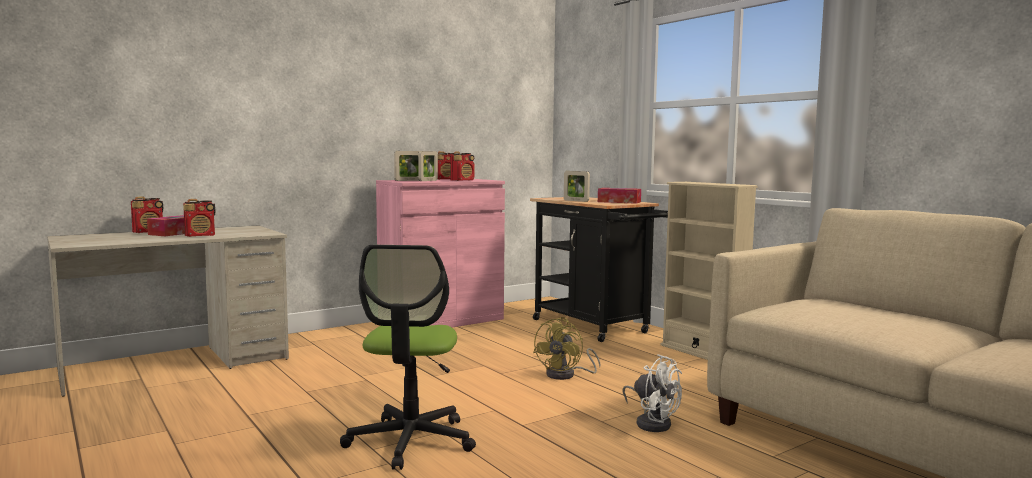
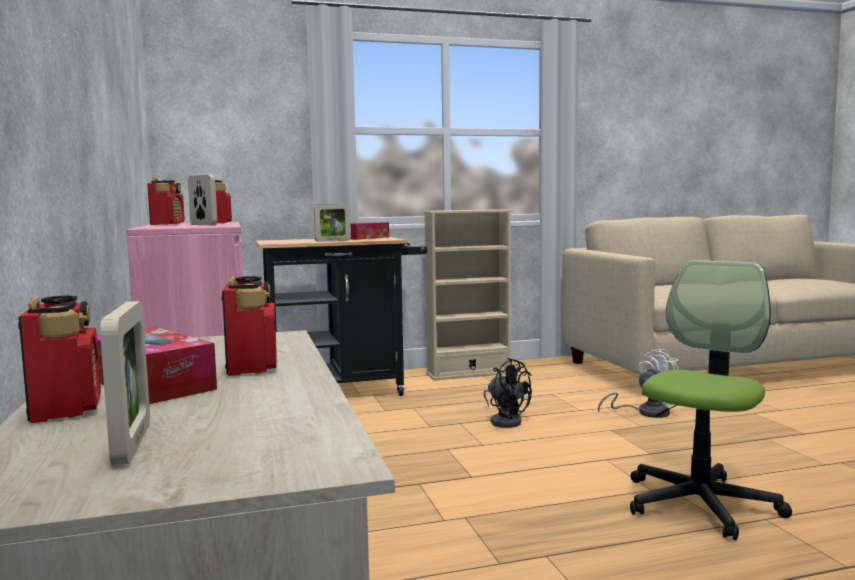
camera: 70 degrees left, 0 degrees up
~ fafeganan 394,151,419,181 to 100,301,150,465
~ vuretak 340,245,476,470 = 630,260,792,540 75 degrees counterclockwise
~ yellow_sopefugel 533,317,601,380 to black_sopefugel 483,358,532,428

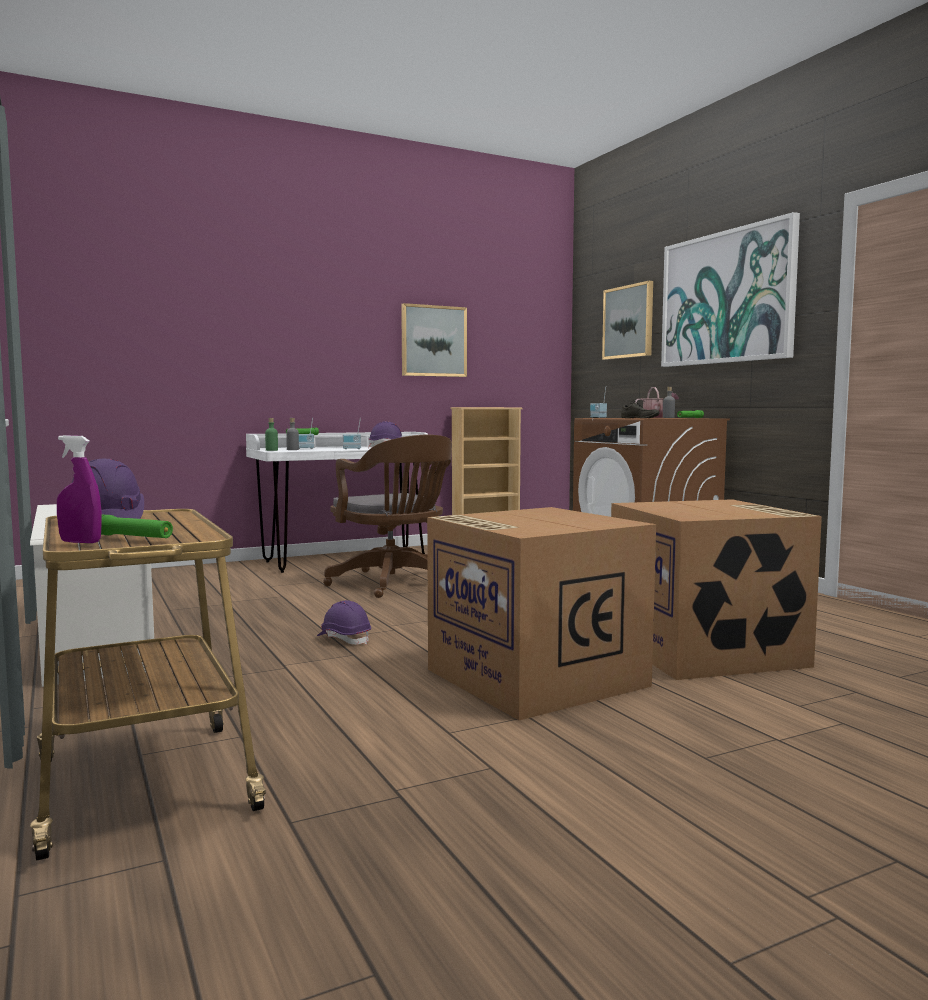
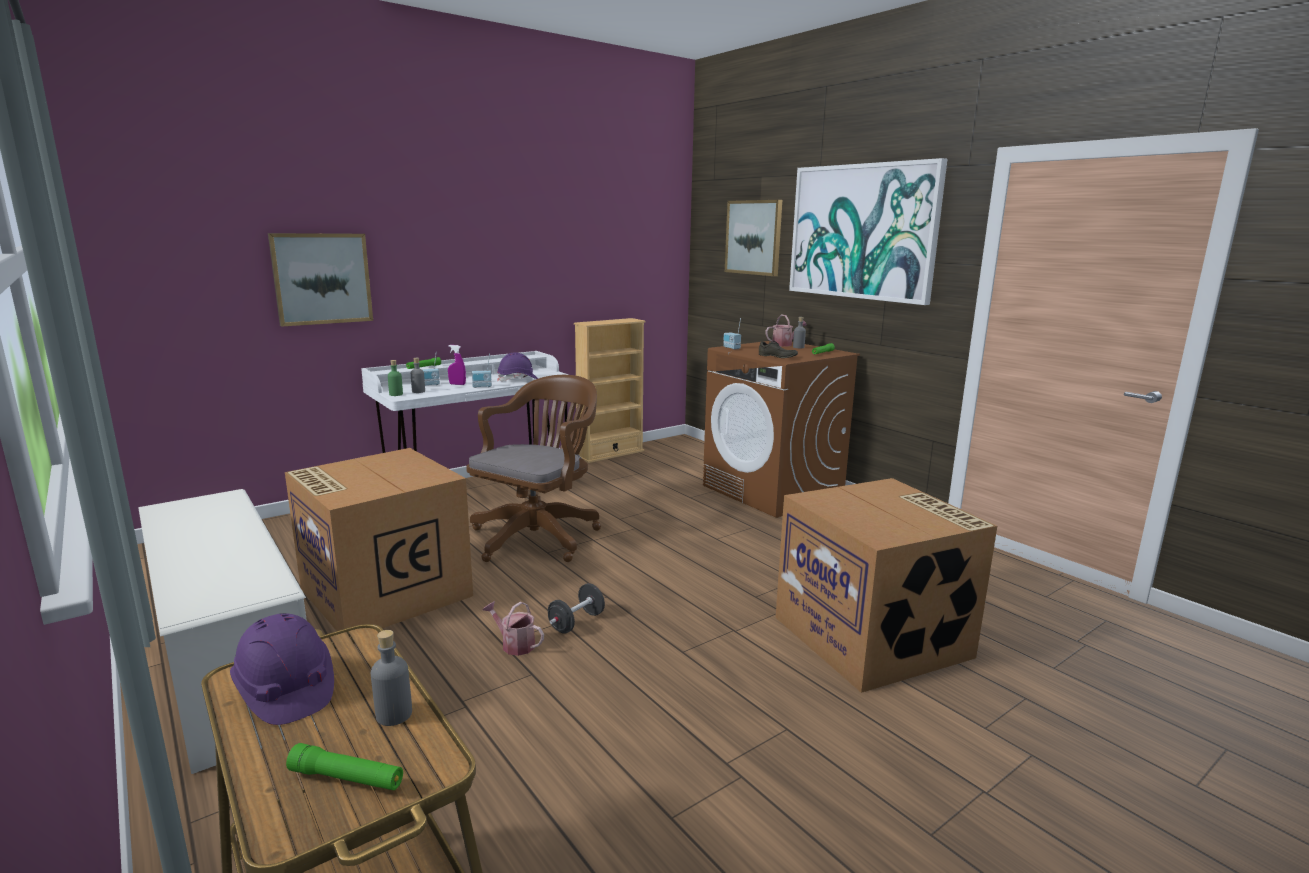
camera: 10 degrees left, 10 degrees up
~ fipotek 401,303,467,377 to 268,233,373,327
~ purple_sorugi 57,435,102,543 to 448,345,466,385
~ brown_vuretak 323,435,452,598 = 466,375,601,562 105 degrees counterclockwise
~ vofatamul 427,507,656,720 to 285,448,473,631
~ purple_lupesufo 317,600,371,645 to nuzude 483,601,544,656
+ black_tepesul 548,583,605,634
+ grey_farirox 371,630,412,726

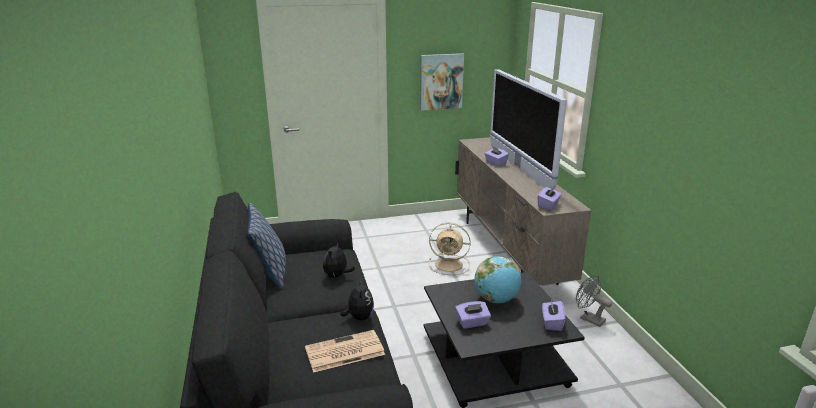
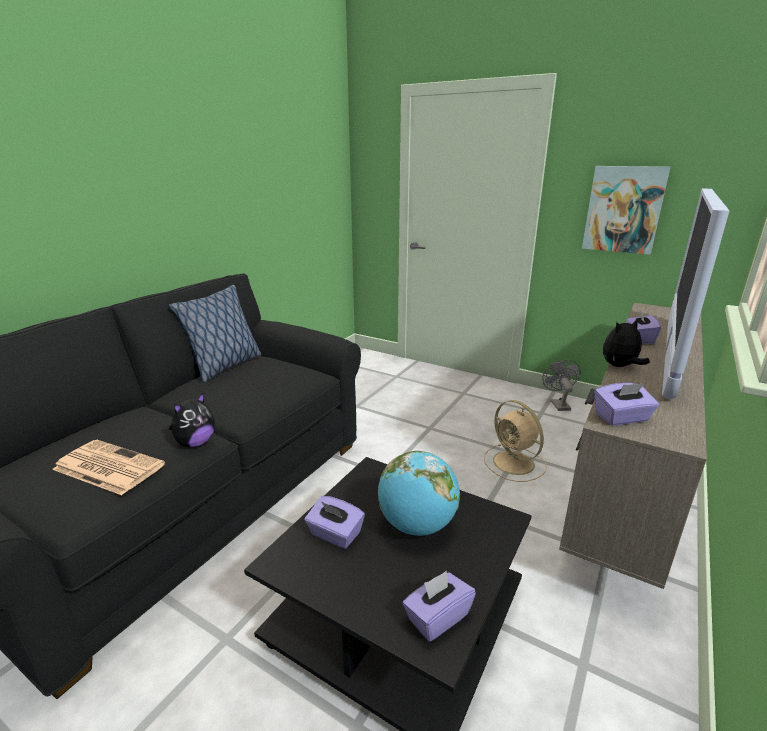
camera: 45 degrees right, 0 degrees up
~ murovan 323,242,355,278 to 603,319,650,367
~ grey_sopefugel 576,276,612,327 to 542,360,581,411

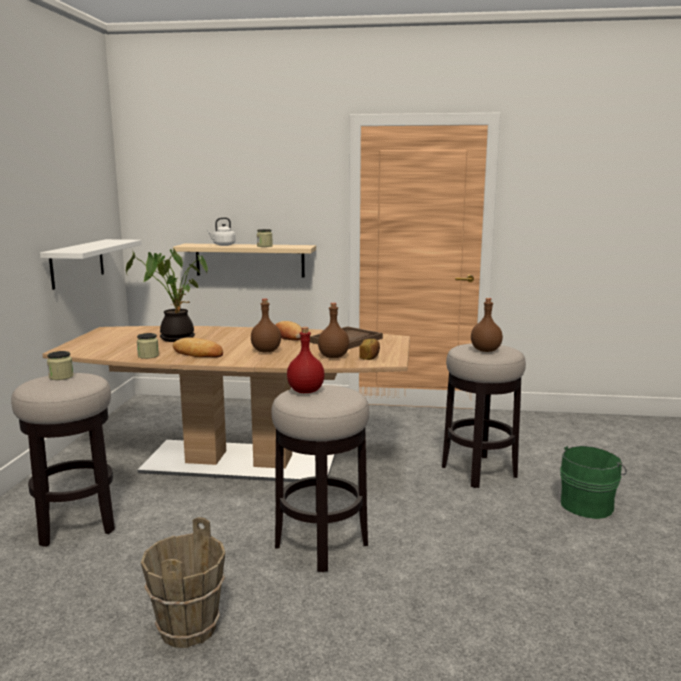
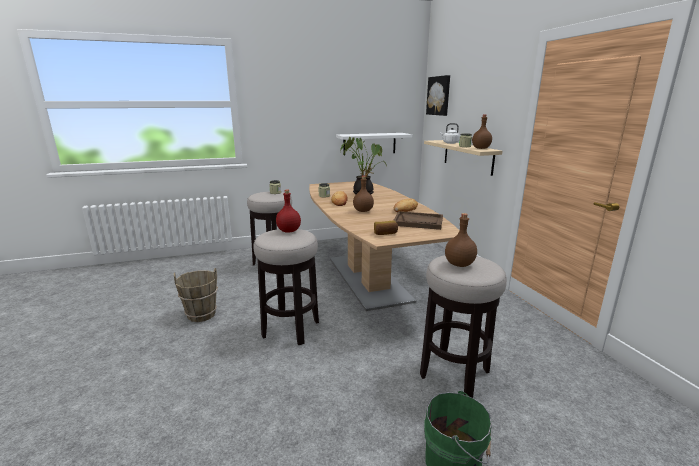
camera: 65 degrees right, 5 degrees up
~ brown_farirox 318,303,349,358 to 472,114,492,149
+ fipotek 426,75,450,116

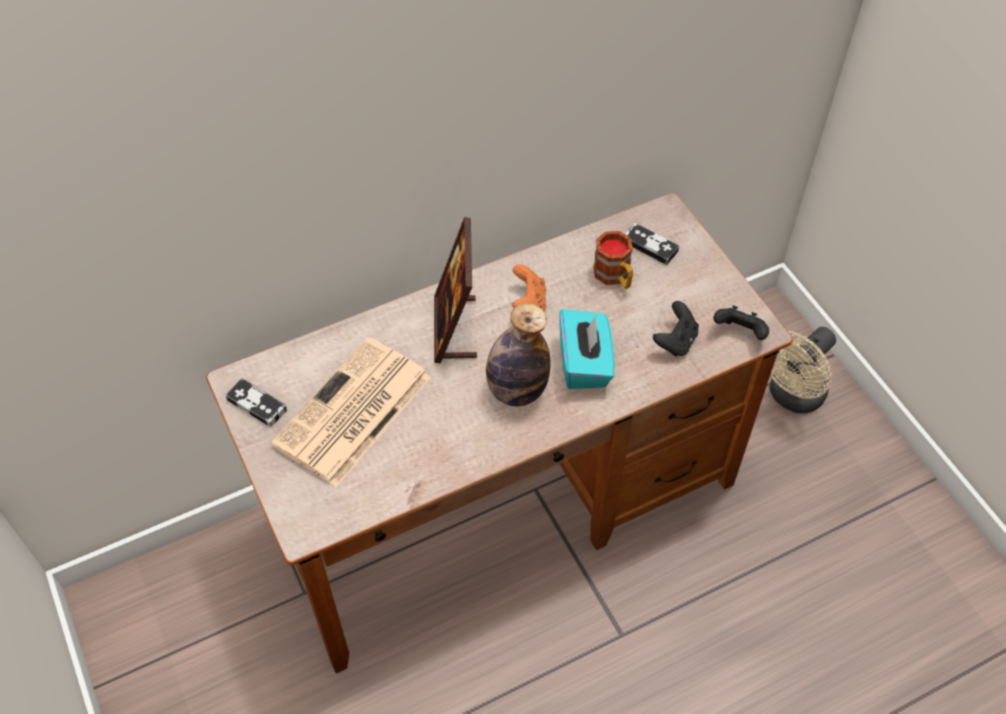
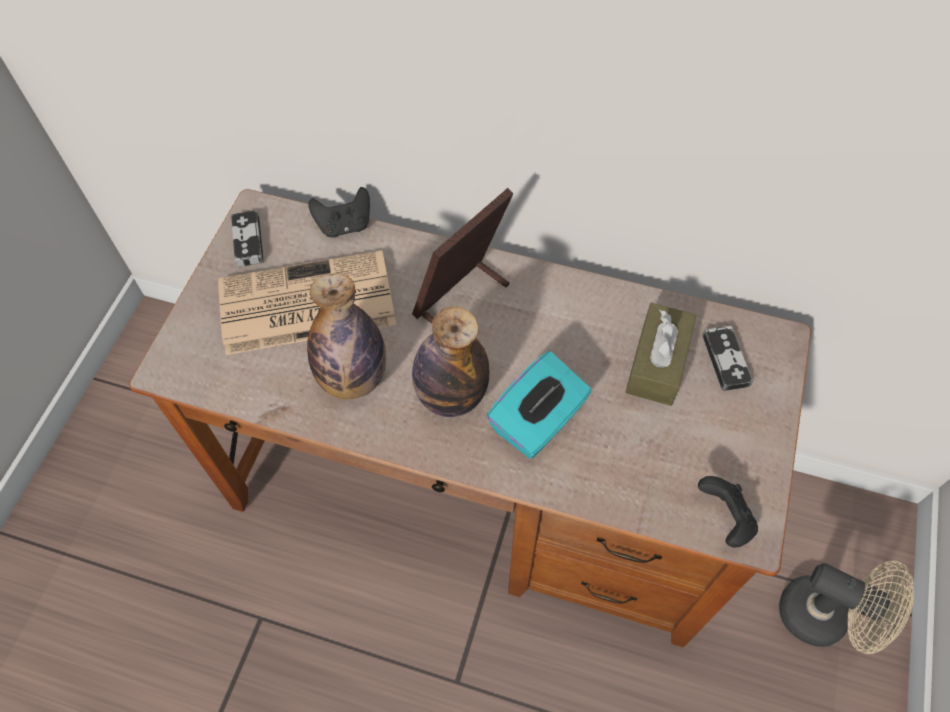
camera: 45 degrees right, 5 degrees up
~ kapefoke 594,231,633,289 to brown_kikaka 625,303,697,406
- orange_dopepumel 512,264,546,311
~ black_dopepumel 653,301,699,357 to 308,187,370,238
~ beige_sopefugel 770,327,836,414 = 779,560,914,654 150 degrees counterclockwise
+ farirox 307,273,386,399

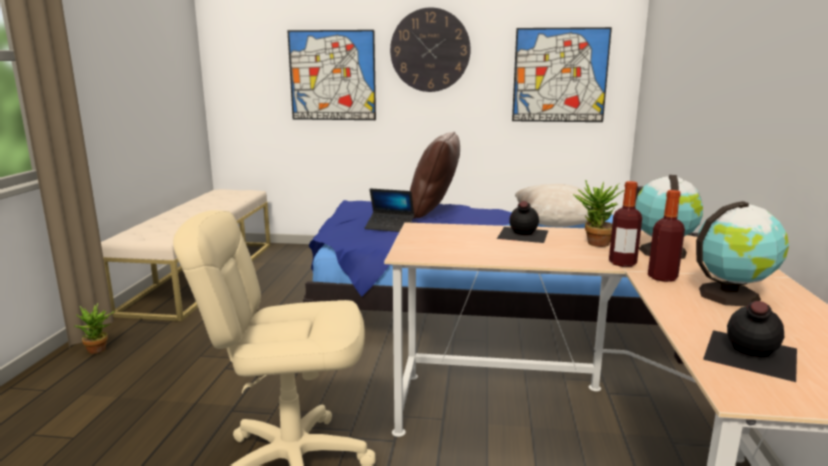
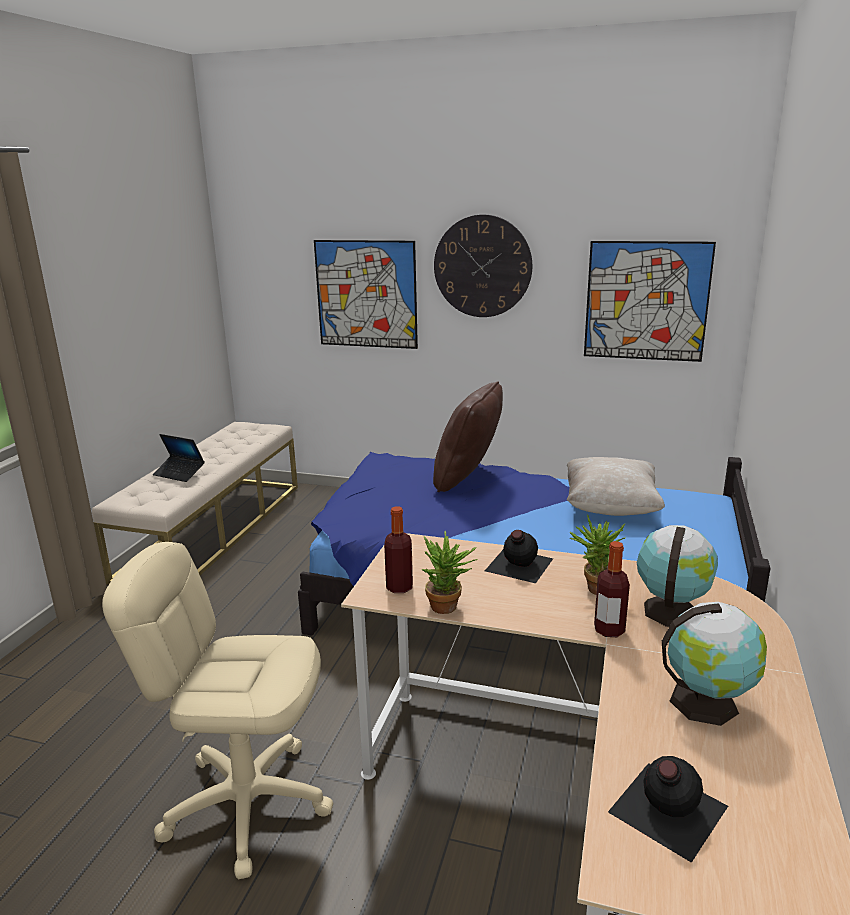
camera: 10 degrees right, 5 degrees up
~ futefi 365,188,414,232 to 153,434,205,482
~ farirox 648,190,685,282 to 384,506,413,593
~ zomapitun 74,303,115,354 to 421,531,477,614

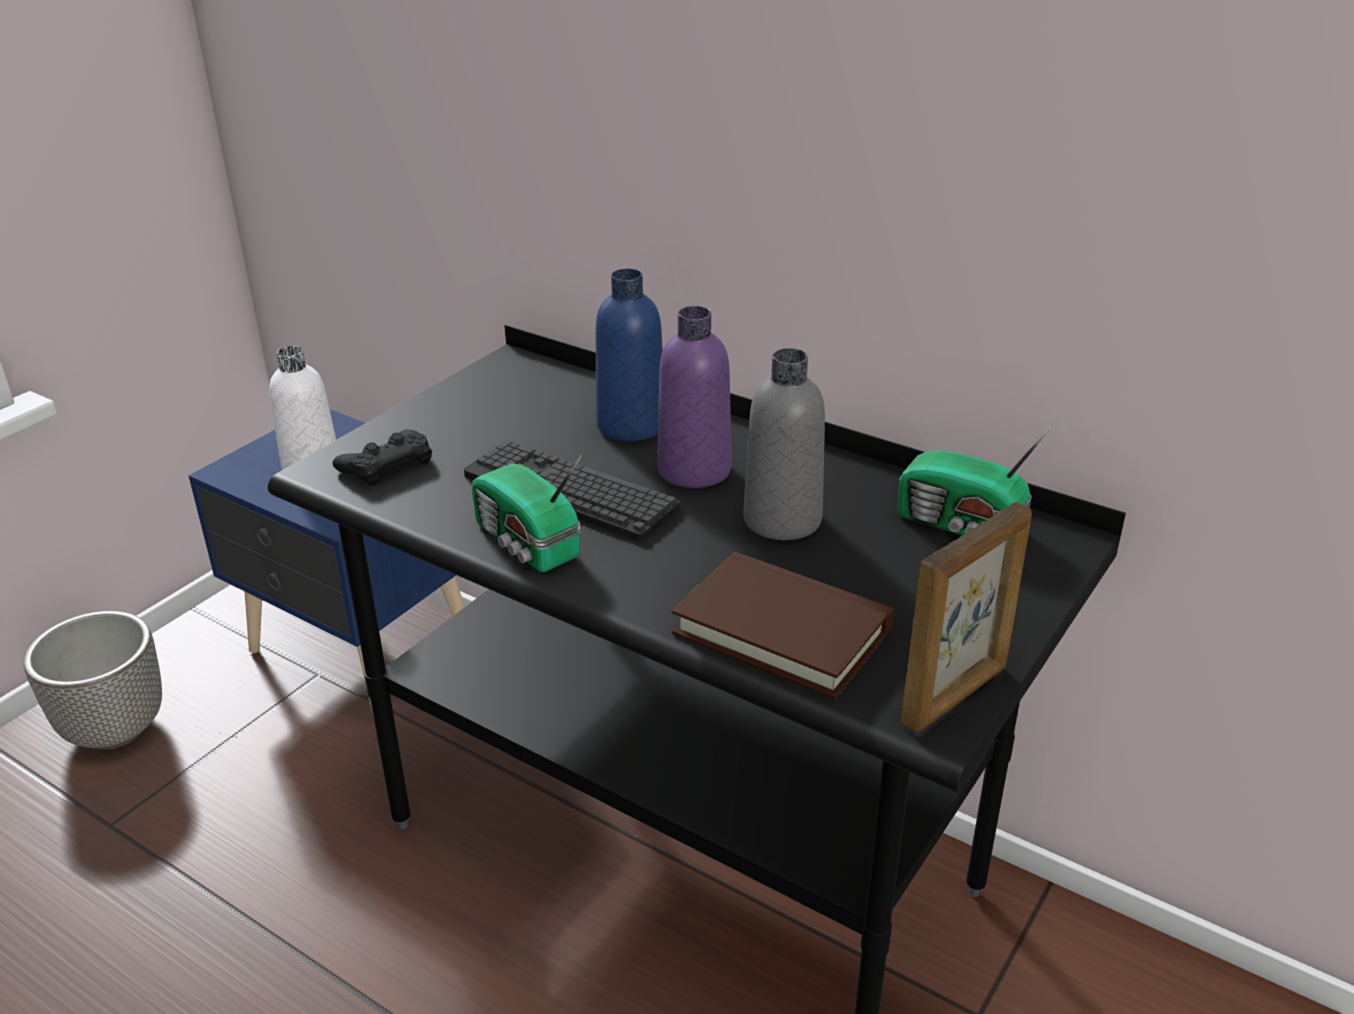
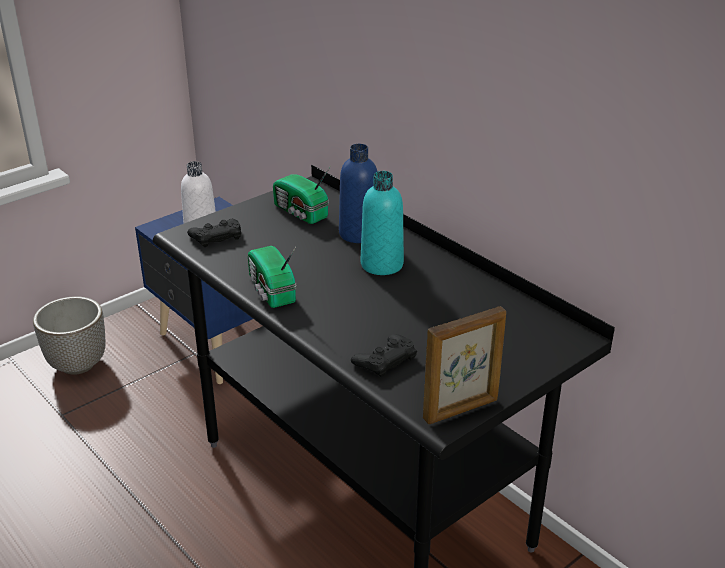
camera: 15 degrees right, 0 degrees up
~ purple_farirox 657,306,732,488 to turquoise_farirox 361,171,404,275
- grey_farirox 744,348,825,540
~ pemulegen 898,425,1053,535 to 273,165,331,224
- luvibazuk 464,440,680,541
~ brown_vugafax 672,552,894,699 to black_dopepumel 351,334,417,377

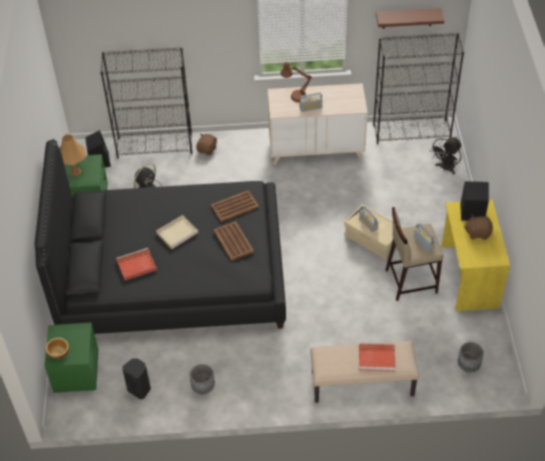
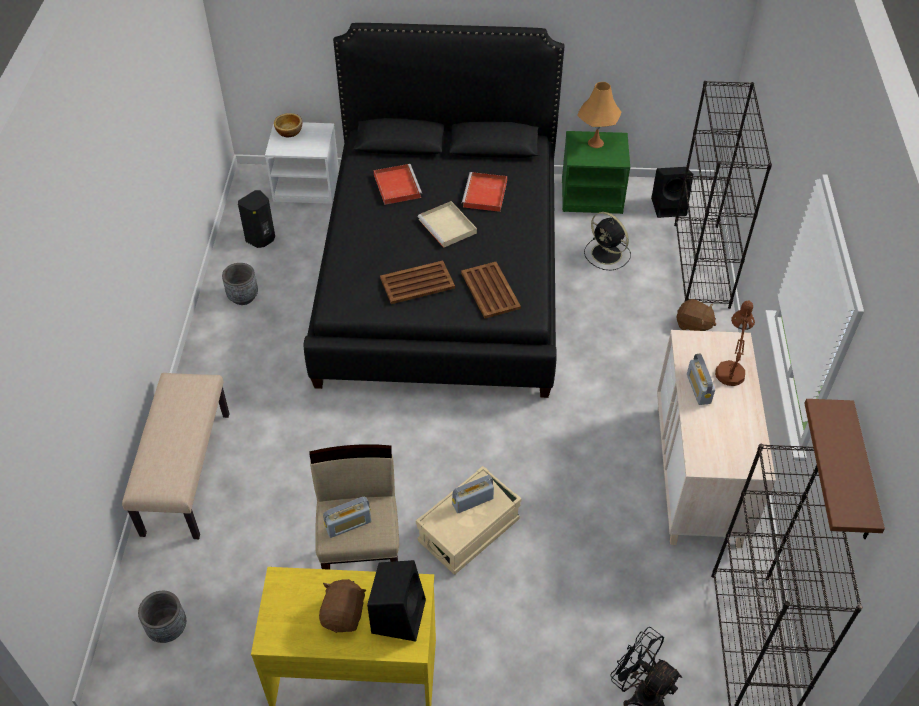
camera: 95 degrees right, 0 degrees up
~ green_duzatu 44,322,99,393 to white_duzatu 265,122,339,204
~ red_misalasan 359,343,395,372 to 462,172,507,212

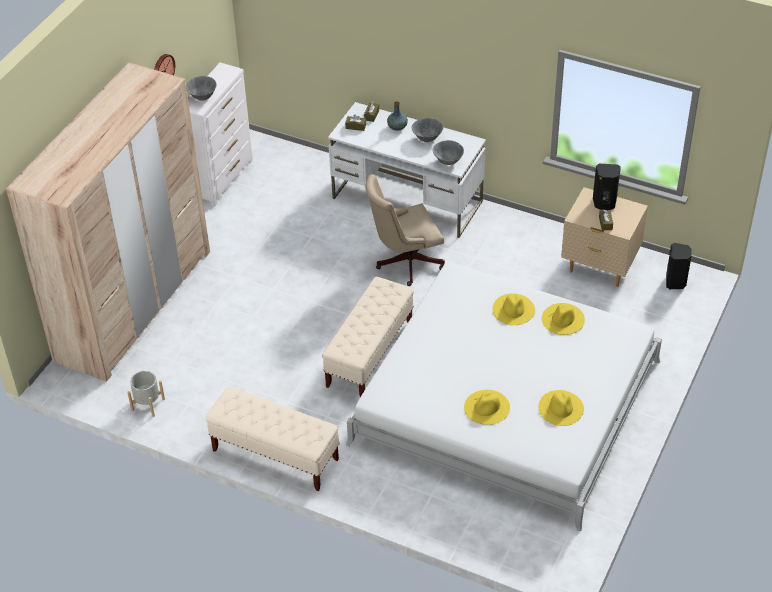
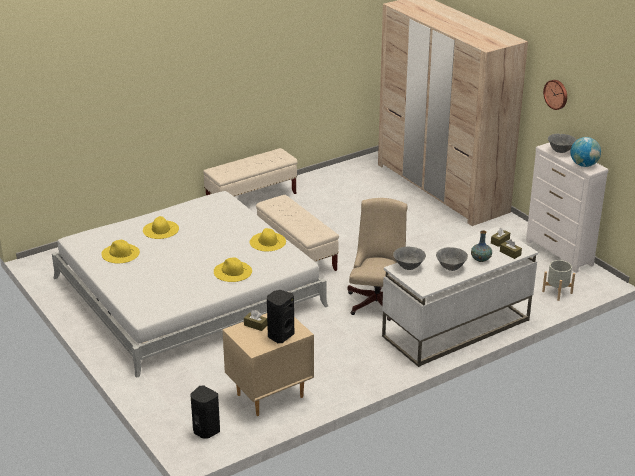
camera: 120 degrees right, 15 degrees down
~ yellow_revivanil 542,303,585,335 to 250,228,286,252
~ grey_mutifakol 127,371,165,417 to 542,260,575,301
+ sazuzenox 570,137,601,167

